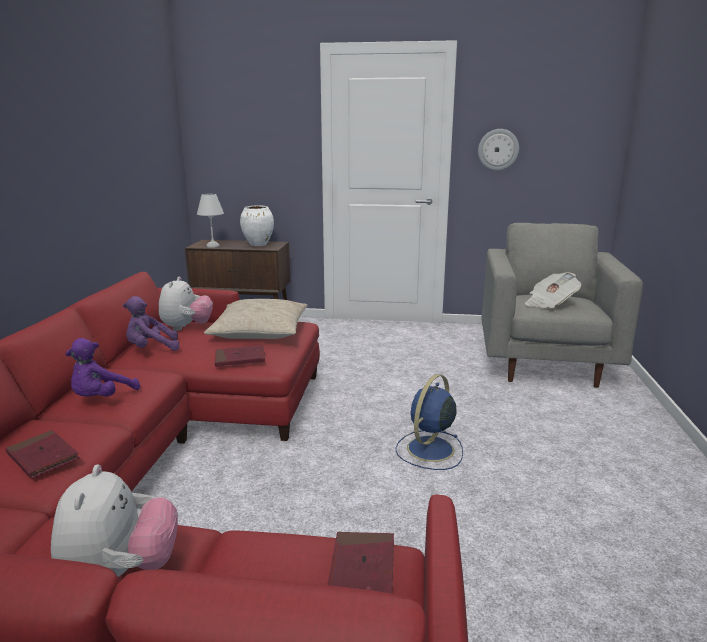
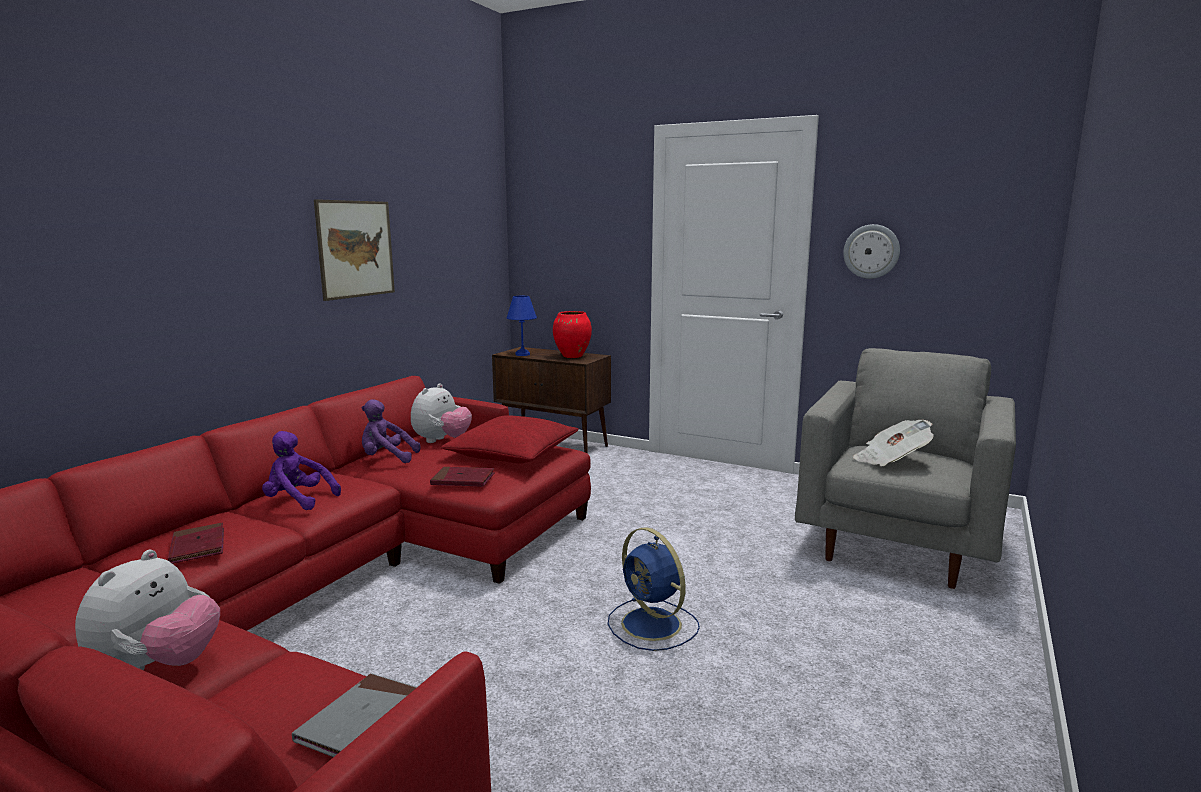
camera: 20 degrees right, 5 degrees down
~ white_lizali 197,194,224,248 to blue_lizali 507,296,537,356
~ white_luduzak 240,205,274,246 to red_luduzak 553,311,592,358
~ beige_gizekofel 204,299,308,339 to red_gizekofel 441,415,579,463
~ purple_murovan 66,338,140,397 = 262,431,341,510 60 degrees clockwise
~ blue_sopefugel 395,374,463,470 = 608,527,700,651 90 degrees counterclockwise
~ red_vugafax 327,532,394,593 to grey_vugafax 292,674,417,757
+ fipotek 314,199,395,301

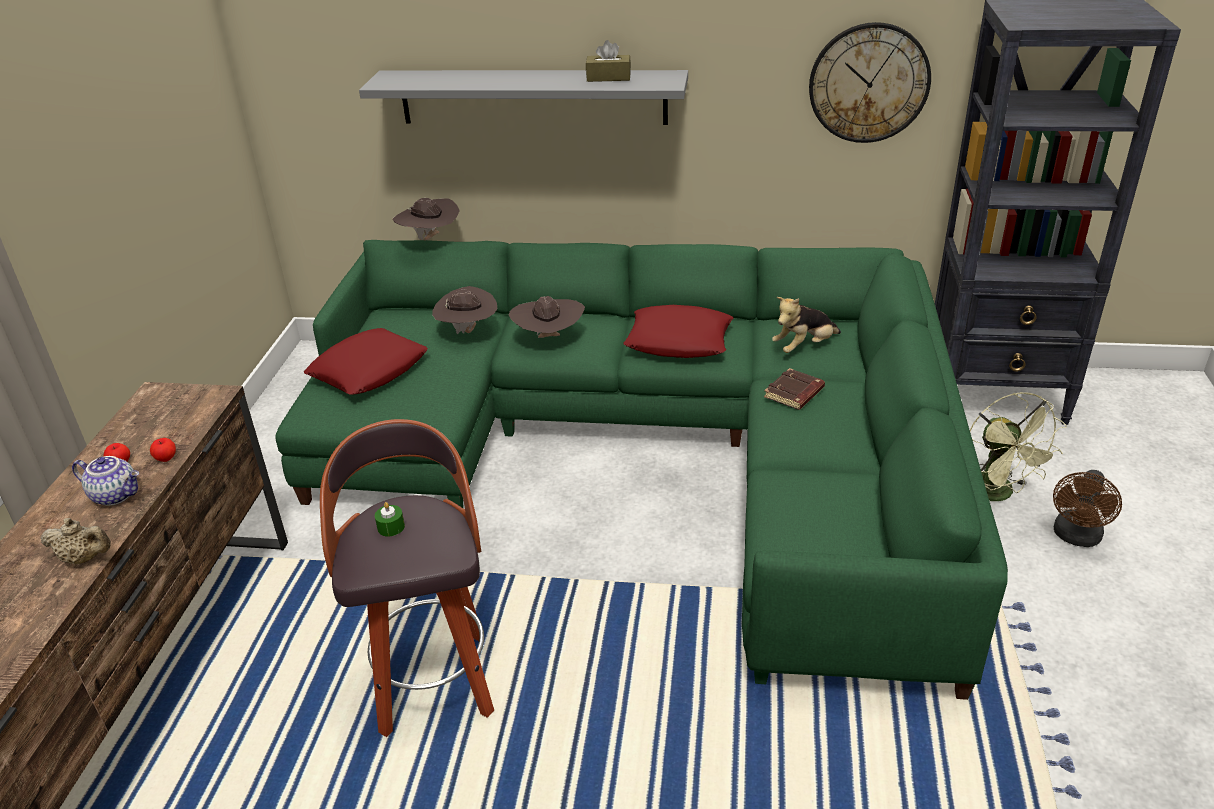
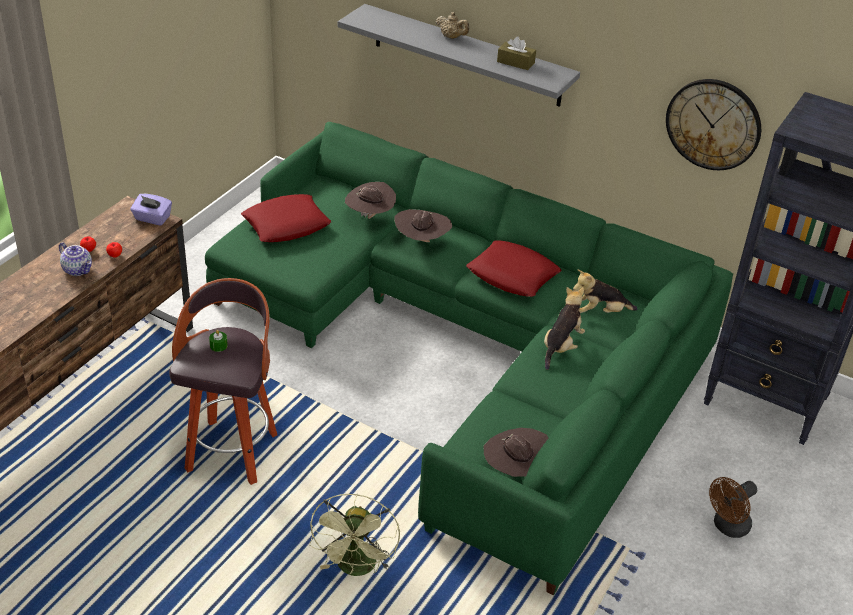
camera: 20 degrees right, 5 degrees up
~ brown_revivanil 393,198,460,241 to 484,428,548,477
~ brown_vugafax 764,368,825,410 to murovan 544,287,585,370
~ green_sopefugel 970,392,1067,501 to 309,494,400,576
~ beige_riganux 40,518,111,564 to 435,12,469,39
+ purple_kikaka 130,194,172,226

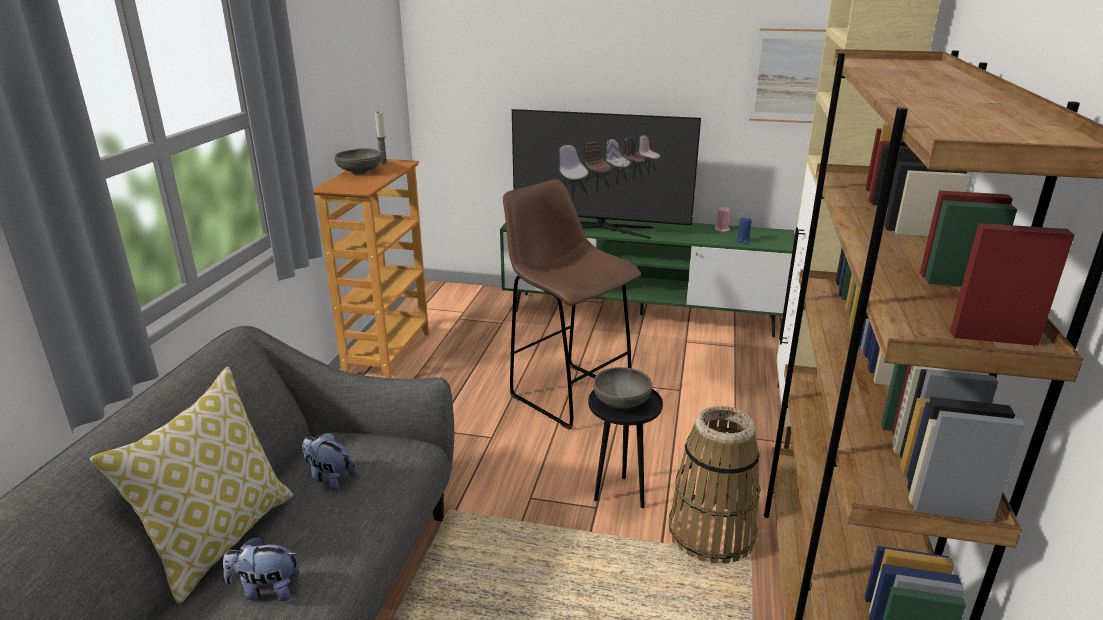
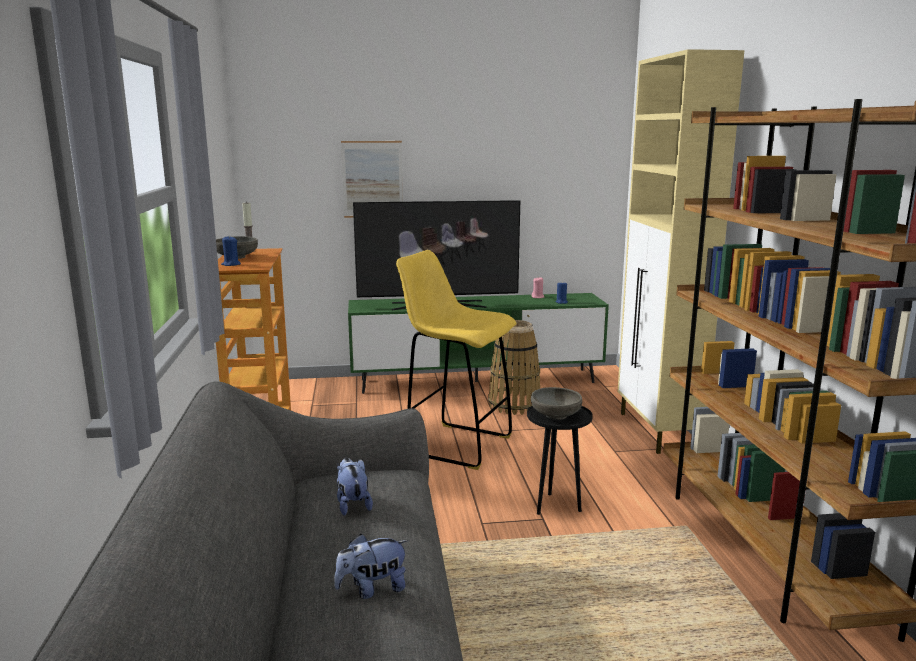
camera: 20 degrees left, 10 degrees down
~ fipotek 749,28,826,123 to 341,141,403,218
~ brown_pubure 503,179,641,430 to yellow_pubure 396,250,517,470
- gizekofel 90,367,294,604
~ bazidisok 669,406,761,564 to 488,320,540,415
~ murovan 302,432,357,491 = 337,458,373,516 60 degrees clockwise
+ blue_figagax 221,236,241,266

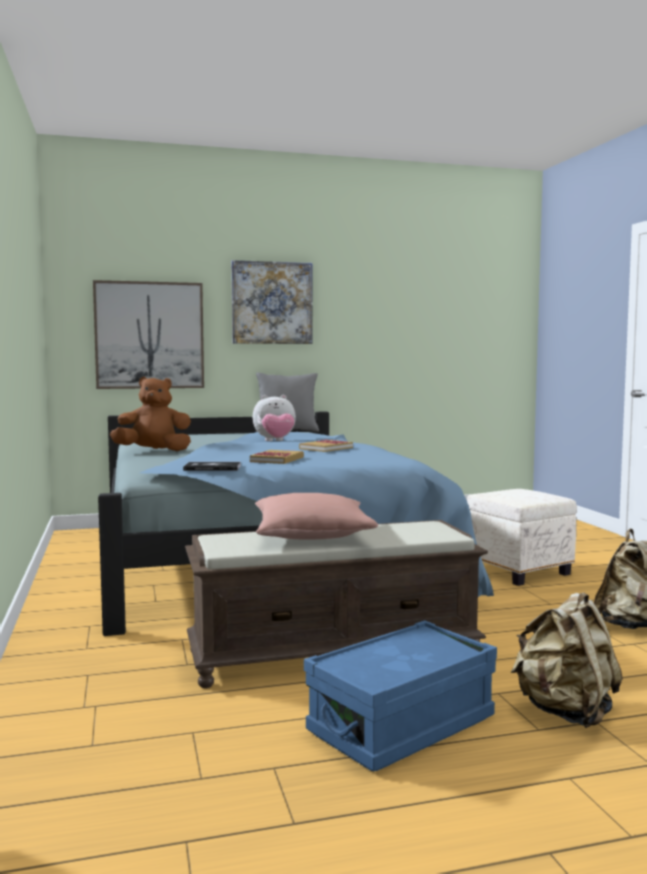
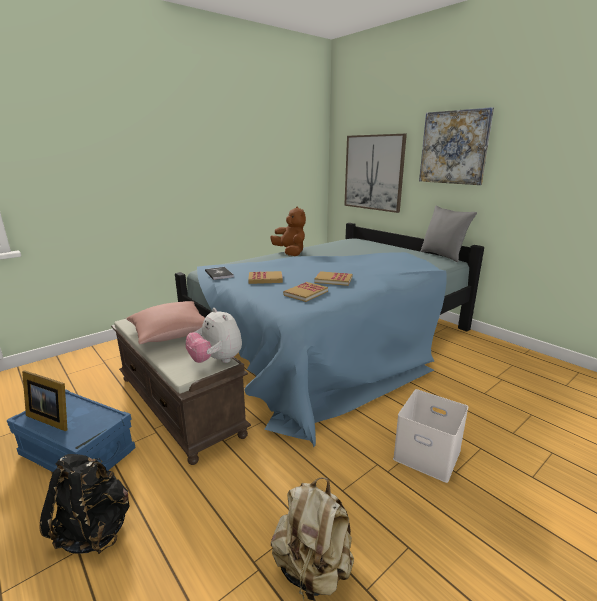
camera: 65 degrees right, 15 degrees up
~ murovan 252,395,296,441 to 186,308,242,363
~ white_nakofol 467,489,577,586 to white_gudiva 393,389,468,483
~ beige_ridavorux 510,593,623,728 to black_ridavorux 39,454,130,554
+ vugafax 283,282,328,302
+ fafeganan 22,370,67,431

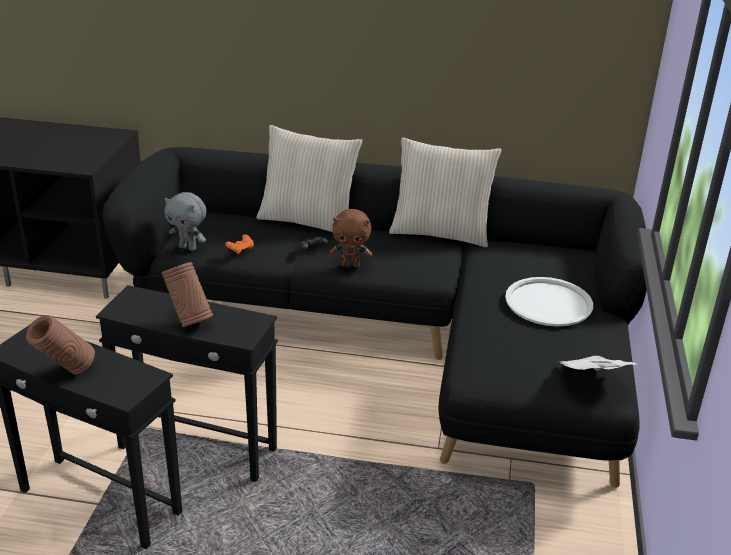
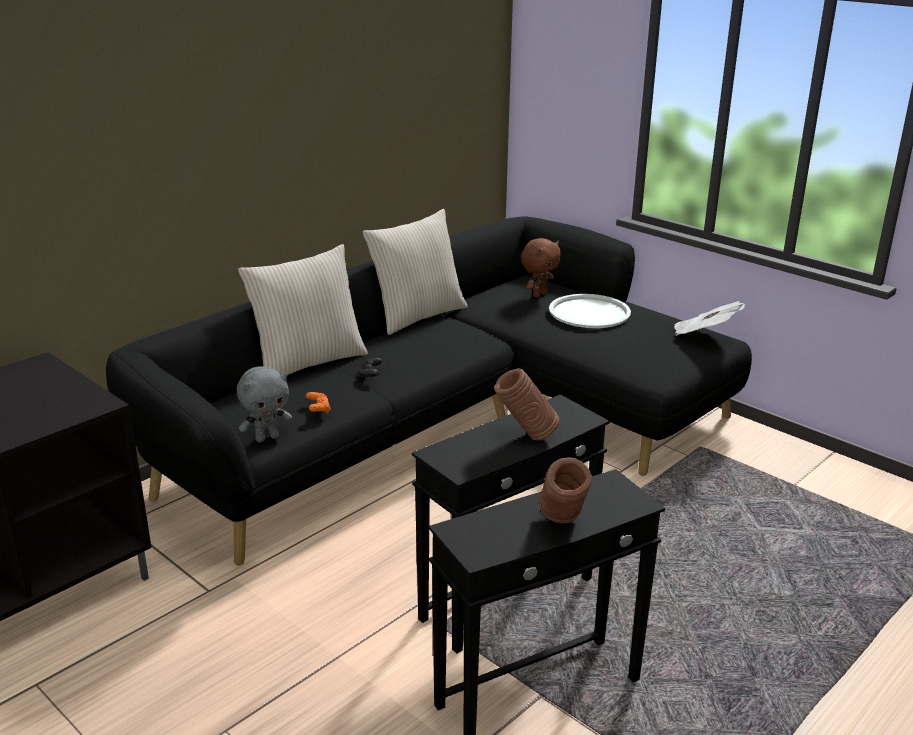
camera: 55 degrees left, 5 degrees down
~ brown_murovan 330,209,372,268 to 521,238,561,298

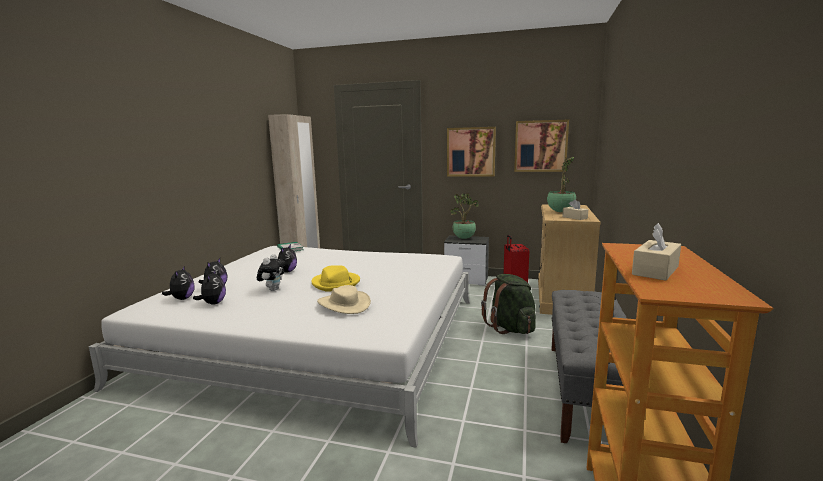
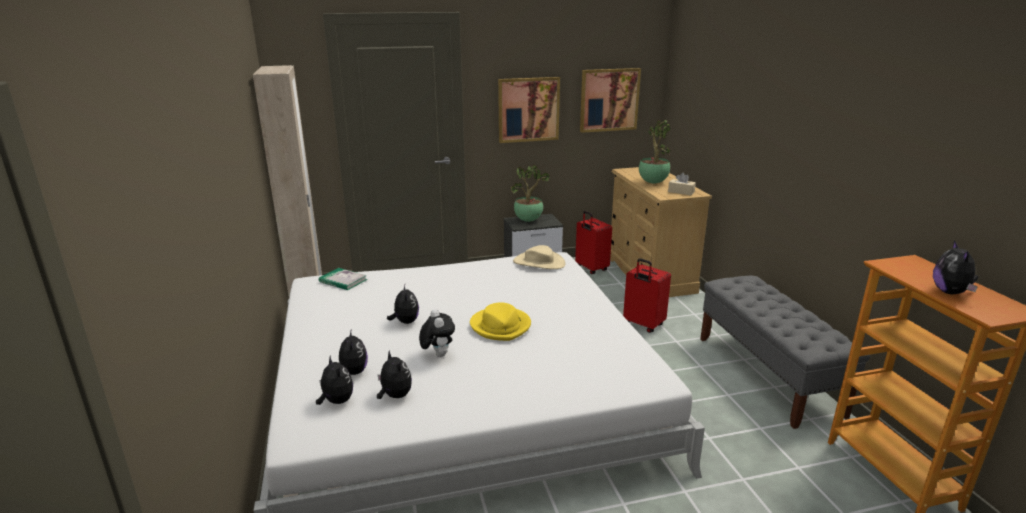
camera: 30 degrees left, 10 degrees up
~ beige_kikaka 632,223,681,281 to murovan 933,240,978,294
~ green_ridavorux 481,274,536,334 to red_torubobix 623,258,671,333
~ beige_revivanil 317,285,371,314 to 513,245,565,269

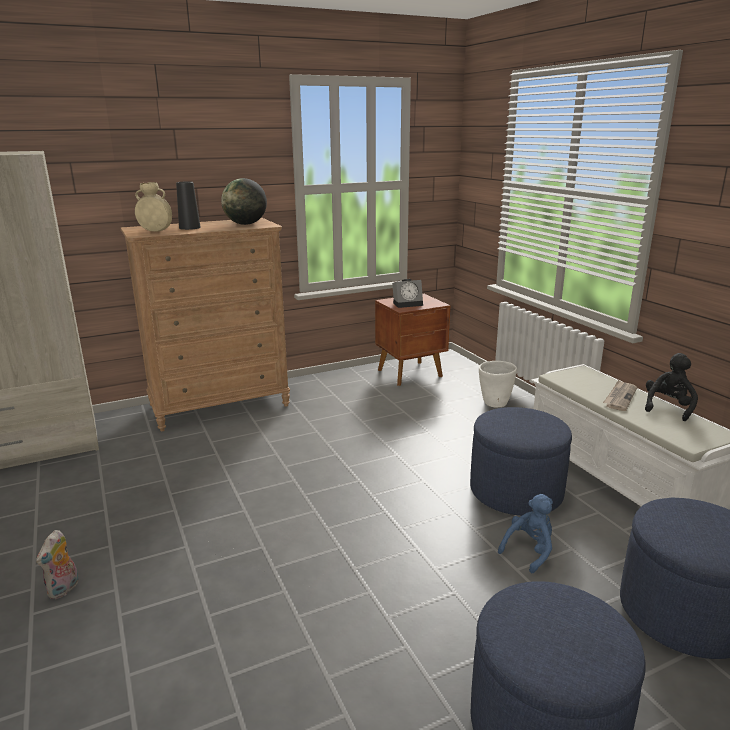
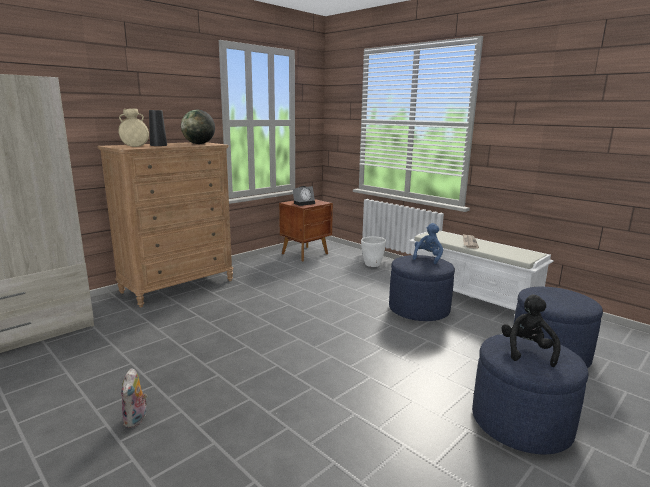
camera: 20 degrees left, 5 degrees down
~ black_murovan 645,353,698,421 to 501,294,561,367
~ blue_murovan 498,494,553,573 to 413,223,443,264

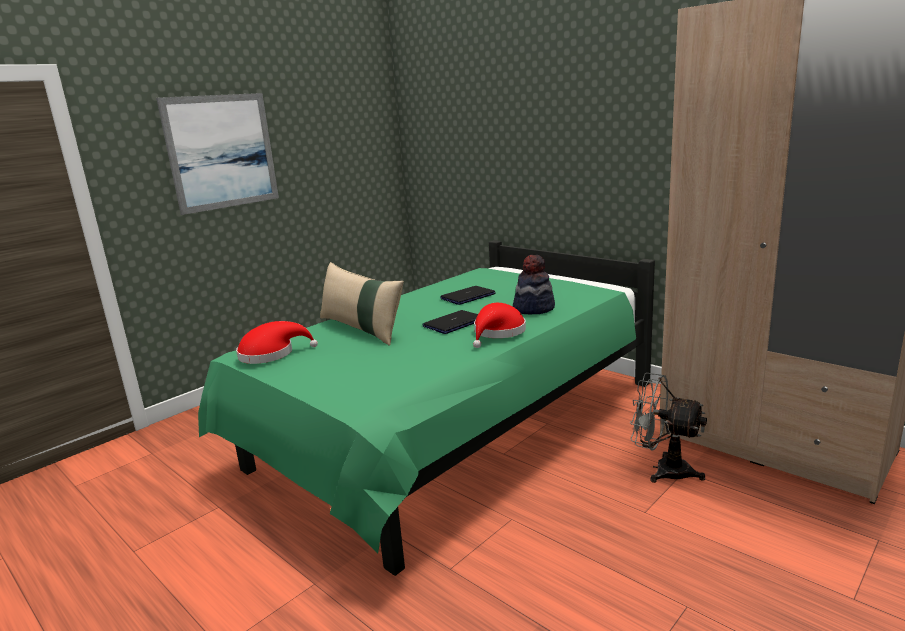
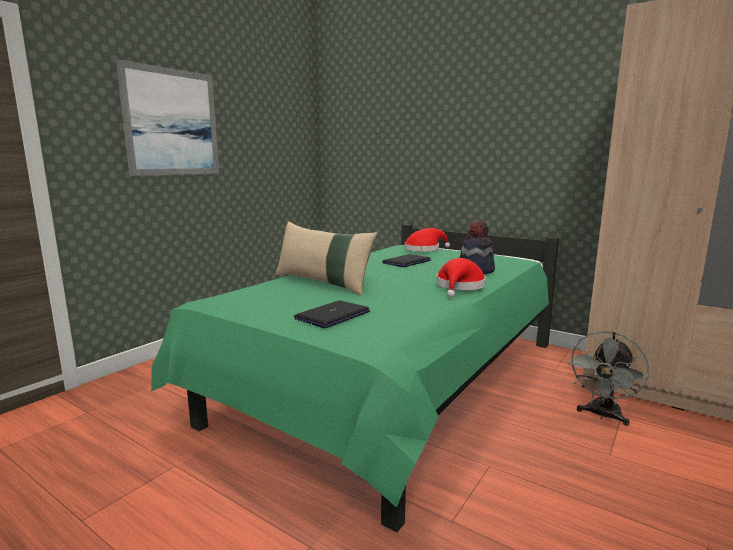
camera: 10 degrees left, 5 degrees down
~ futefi 422,310,478,334 to 294,300,370,328
~ red_revivanil 236,321,318,364 to 405,228,450,252
~ grey_sopefugel 630,373,707,483 = 568,331,649,426 75 degrees counterclockwise

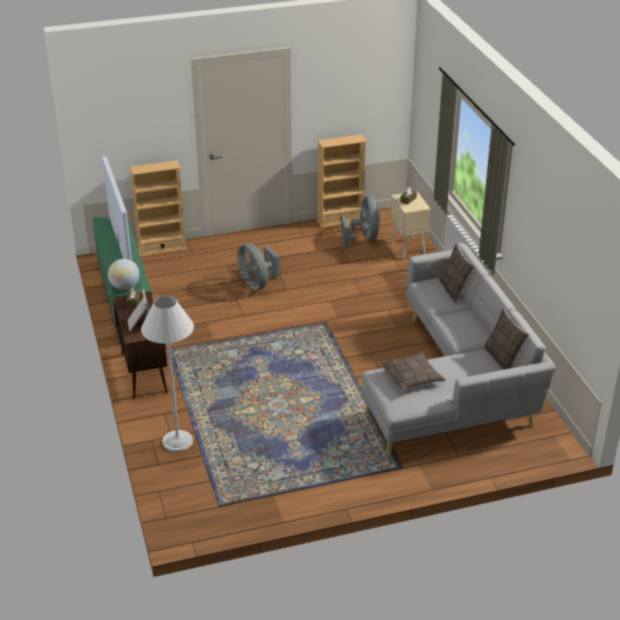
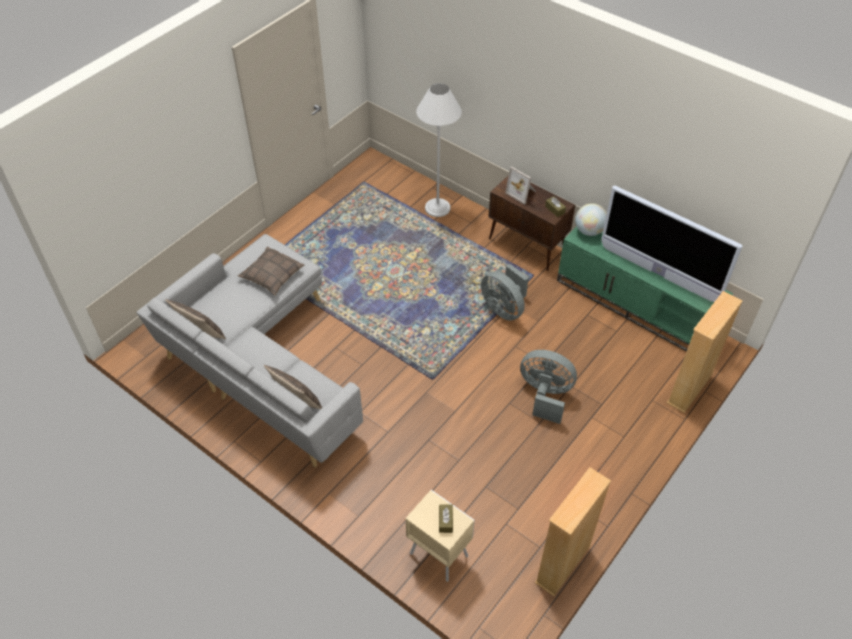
camera: 145 degrees right, 15 degrees up
~ grey_sopefugel 341,195,380,248 to 481,264,529,321

